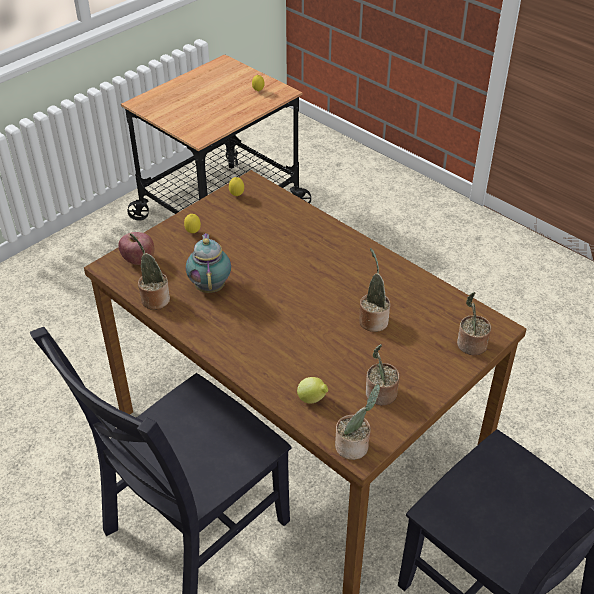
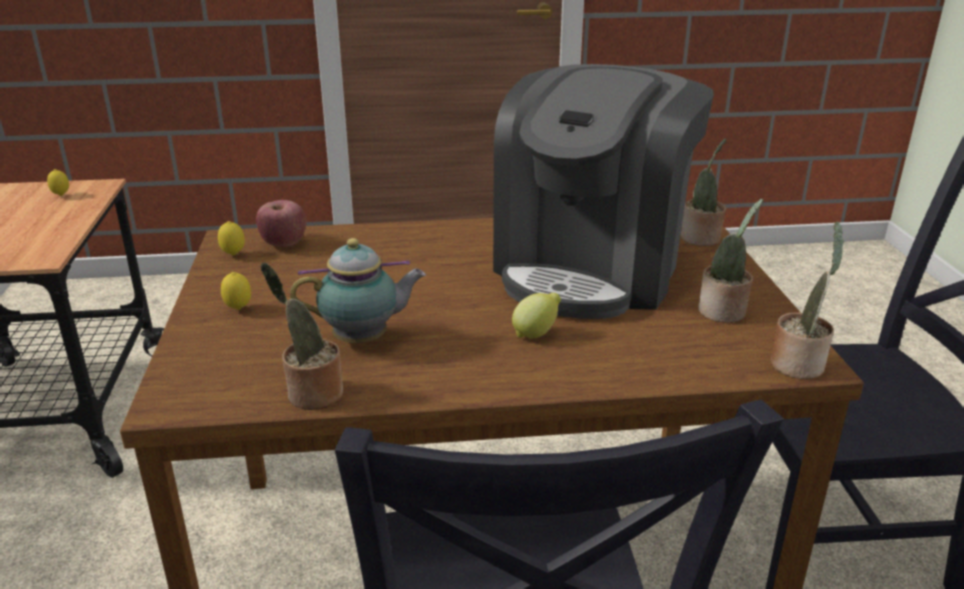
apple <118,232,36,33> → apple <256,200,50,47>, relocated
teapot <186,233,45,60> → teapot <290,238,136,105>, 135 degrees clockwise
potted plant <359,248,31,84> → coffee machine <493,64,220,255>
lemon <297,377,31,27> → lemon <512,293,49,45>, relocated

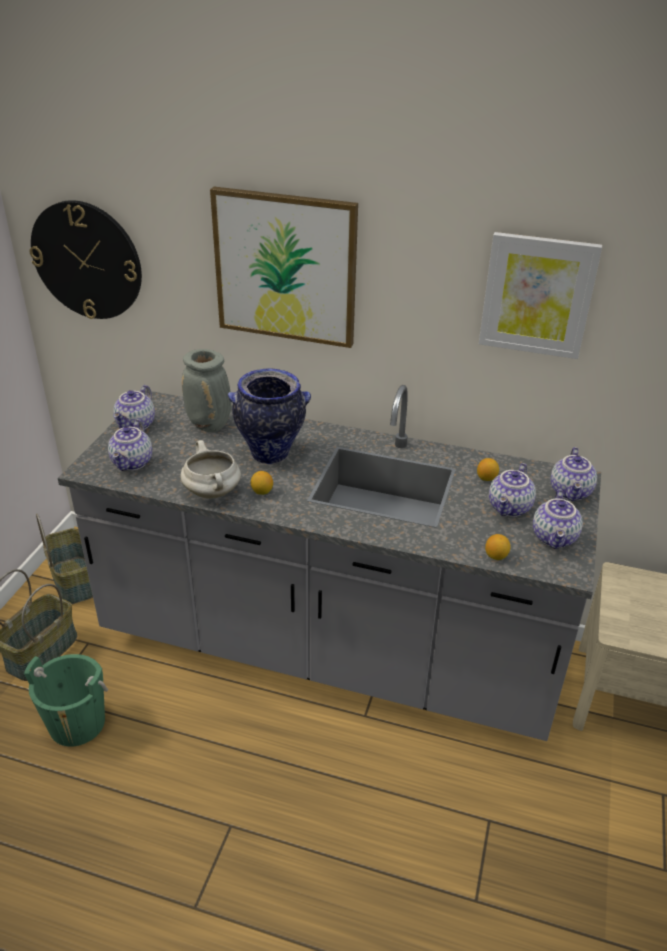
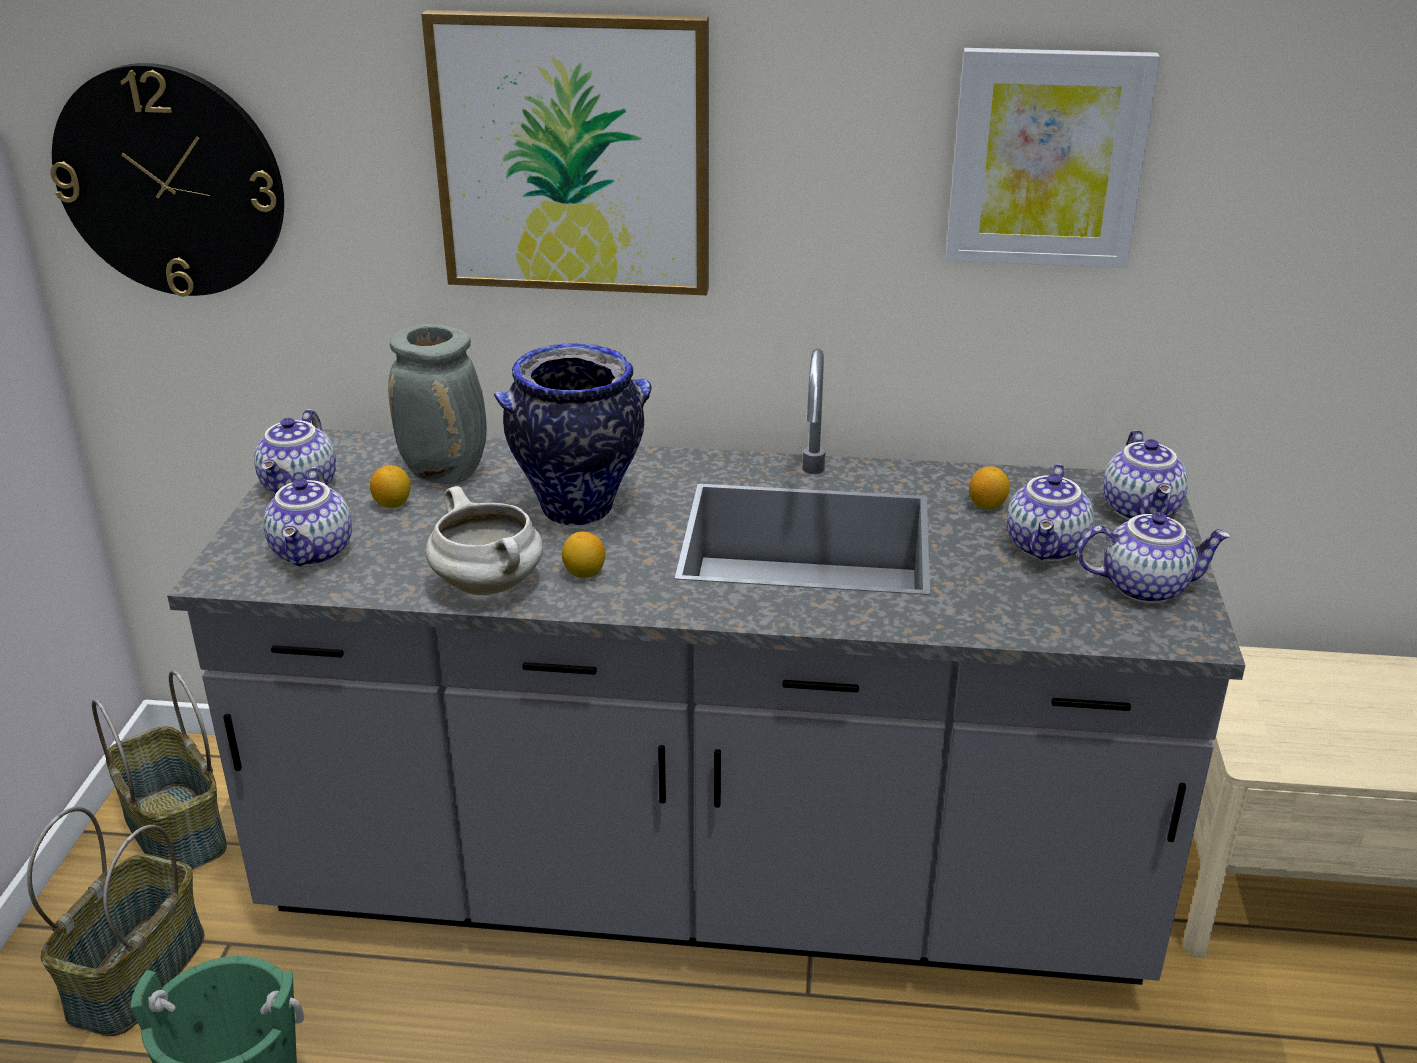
teapot <533,489,50,60> → teapot <1077,512,154,92>, 90 degrees counterclockwise
lemon <485,534,25,26> → lemon <370,465,41,43>, relocated

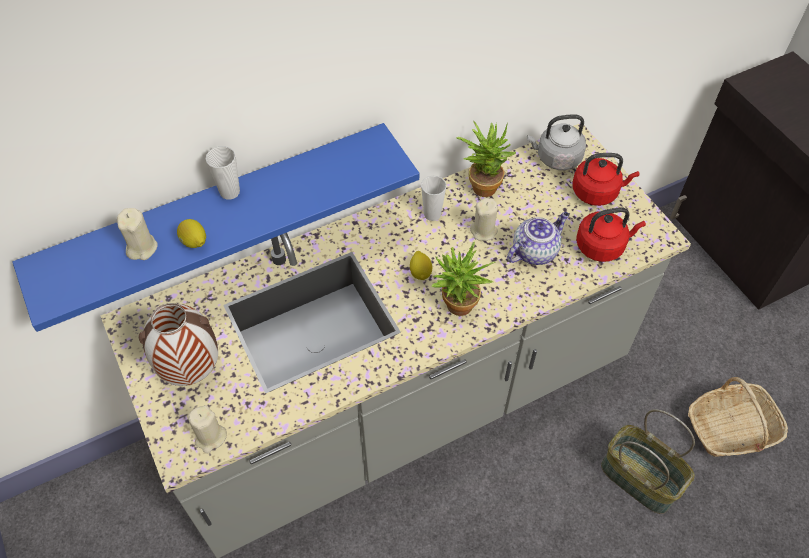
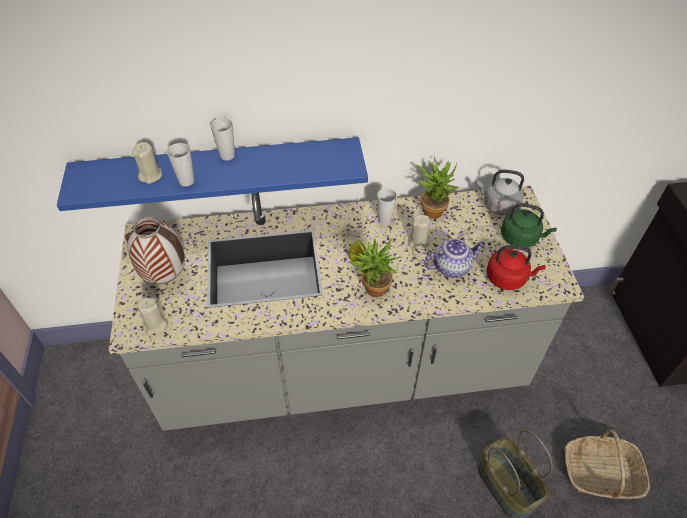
red kettle <573,153,66,53> → green kettle <501,203,56,45>
lemon <177,219,29,29> → cup <167,143,28,43>

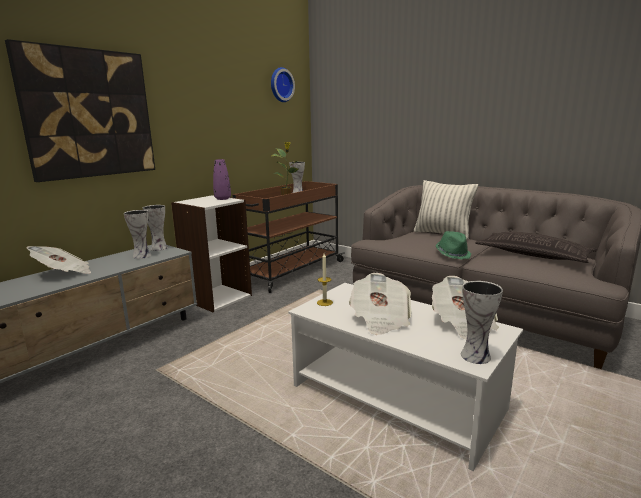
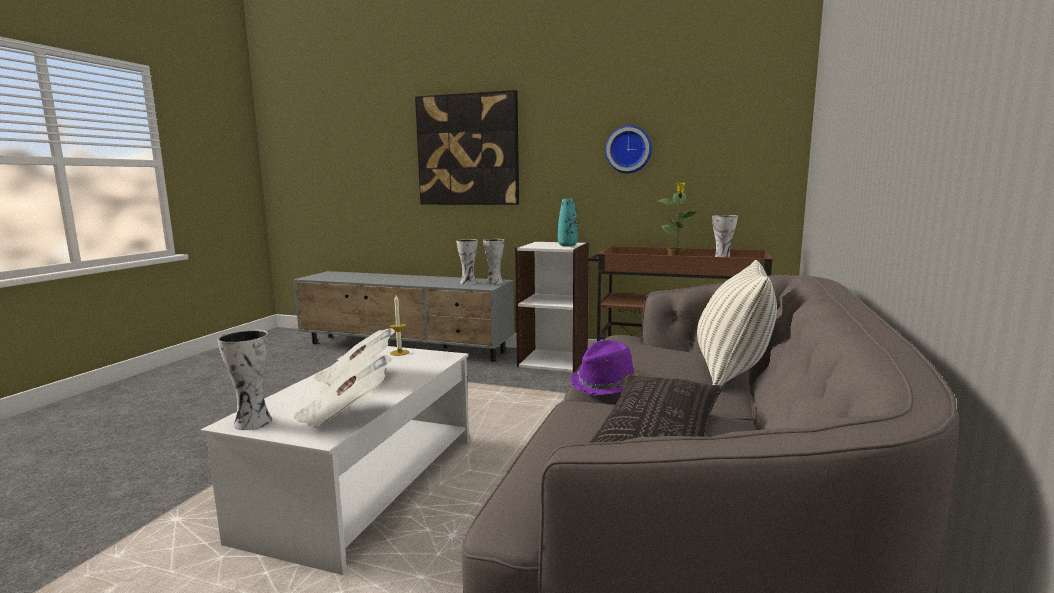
wall clock <271,67,24,35> → wall clock <605,125,47,48>, relocated
purple vase <213,159,18,41> → turquoise vase <558,199,20,48>
green hat <436,231,36,28> → purple hat <570,340,69,55>
newspaper <26,246,65,28> → -

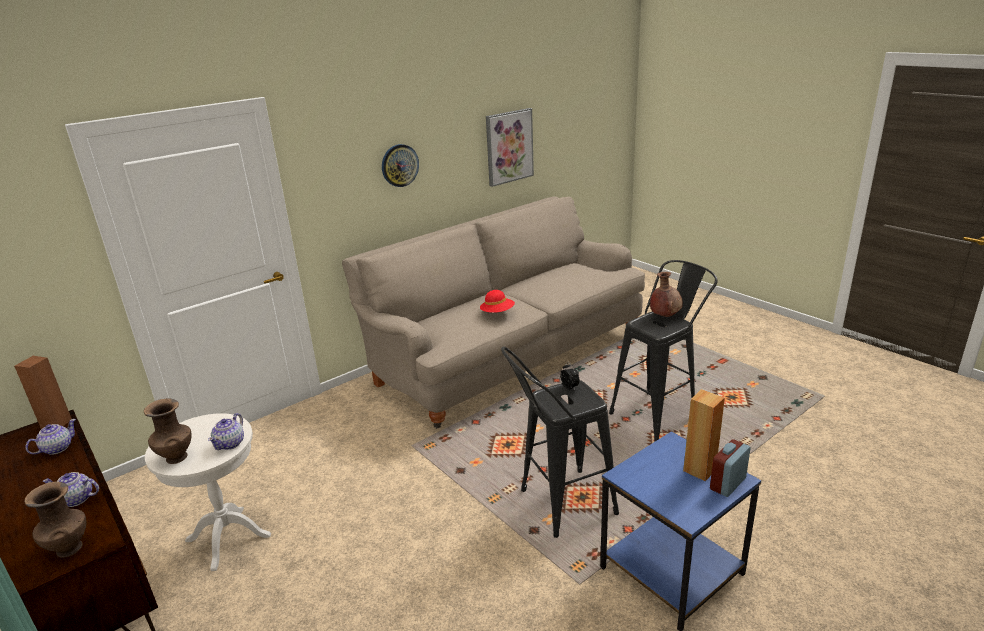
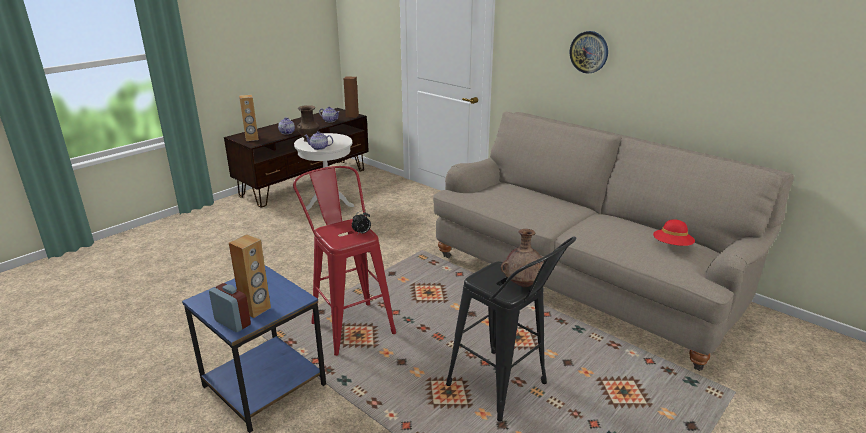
picture <486,108,48,79> → -
red hat <480,290,35,23> → red hat <653,219,42,27>, relocated
black stool <501,347,118,191> → red stool <293,166,103,190>
brown vase <24,481,63,77> → brown speaker <239,95,20,46>

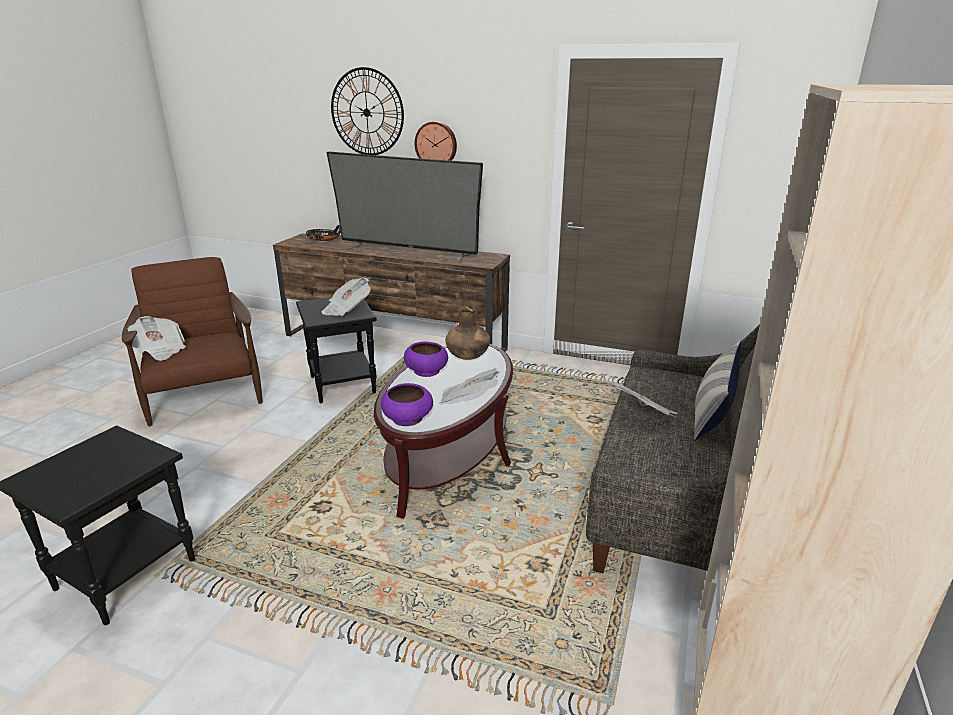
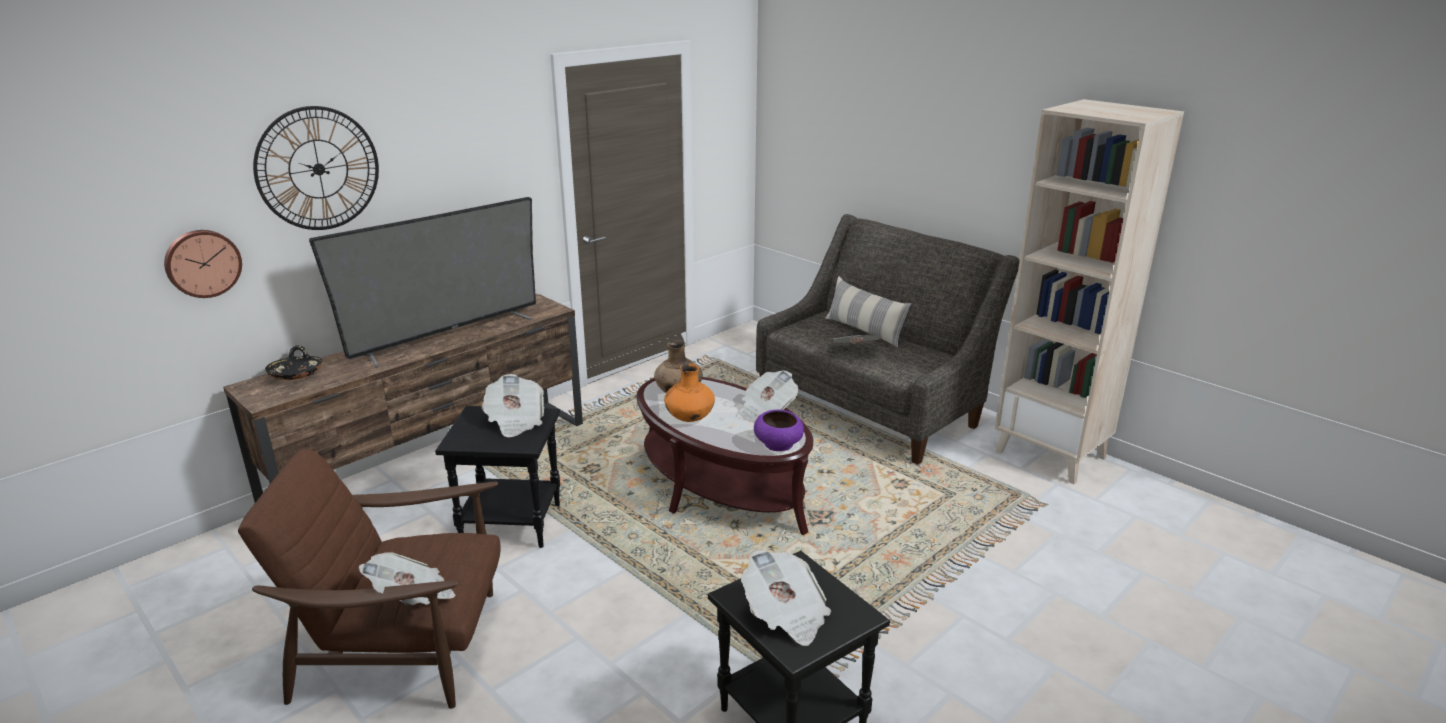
wall clock <415,121,42,40> → wall clock <164,230,78,68>, relocated
purple bowl <404,341,44,36> → orange vase <664,364,51,58>
- → newspaper <741,550,90,96>

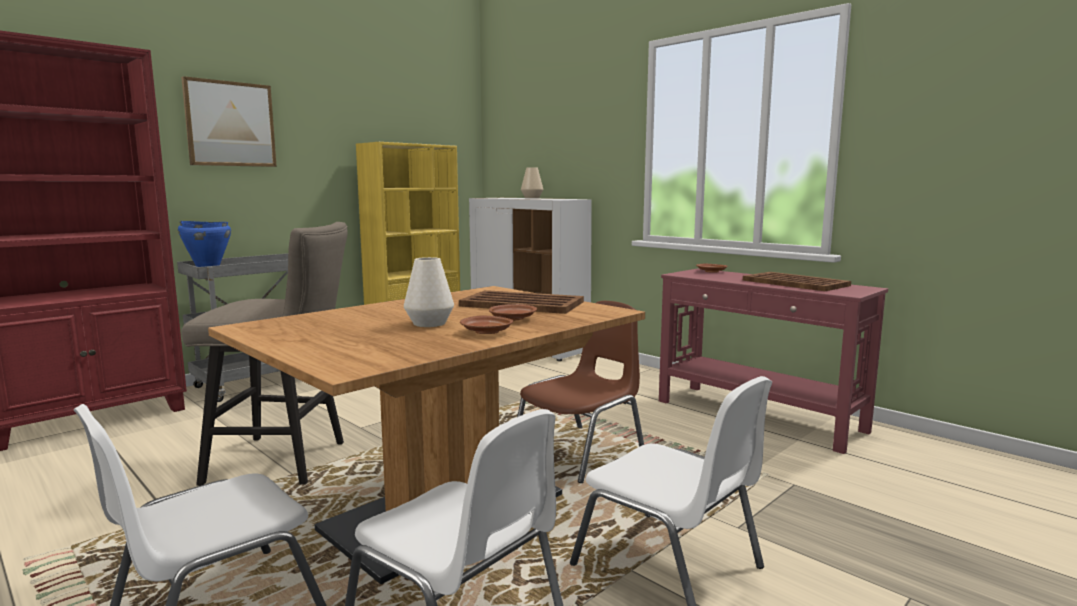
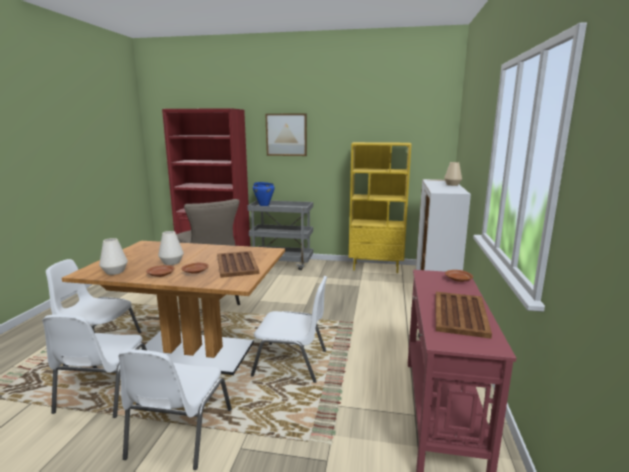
brown chair <517,301,127,182> → white chair <251,276,77,107>
- → white vase <99,238,29,37>

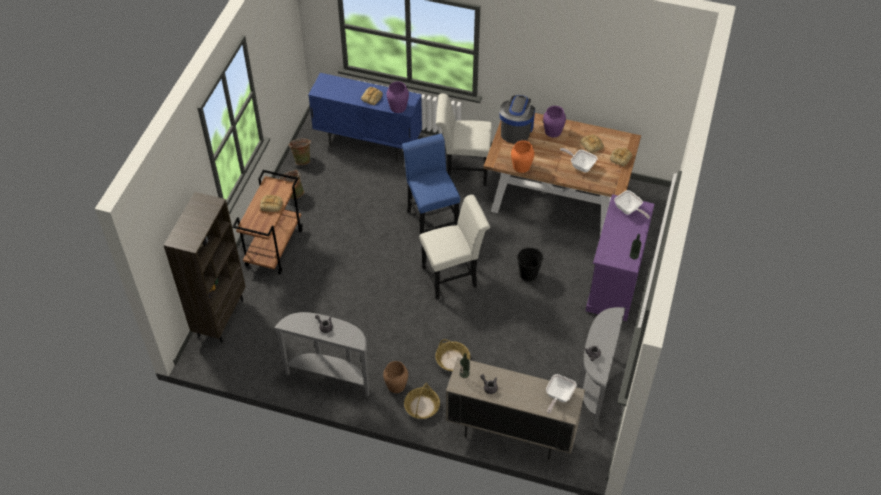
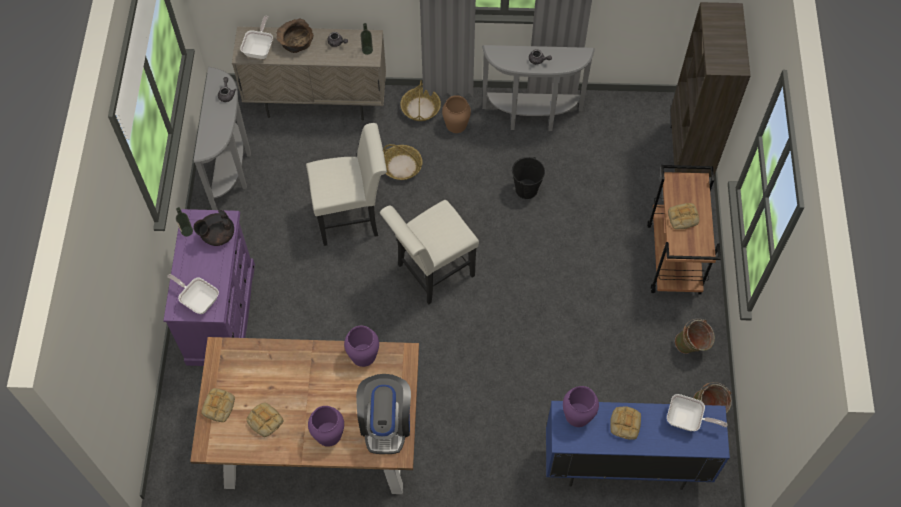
white chair <436,94,56,92> → white chair <306,123,81,123>, relocated
blue chair <402,134,58,100> → -
orange vase <511,140,23,33> → purple vase <344,326,35,41>
frying pan <560,148,38,25> → frying pan <667,394,60,37>, relocated
black bucket <517,248,26,33> → black bucket <512,157,33,42>, relocated
- → brown bowl <276,18,38,35>
- → black teapot <194,210,40,36>

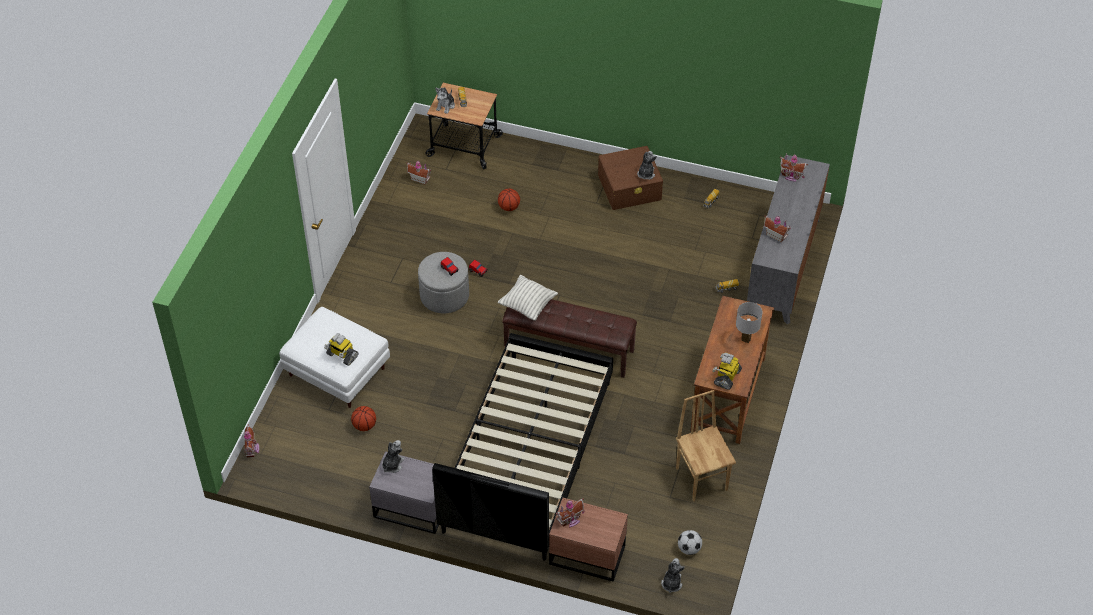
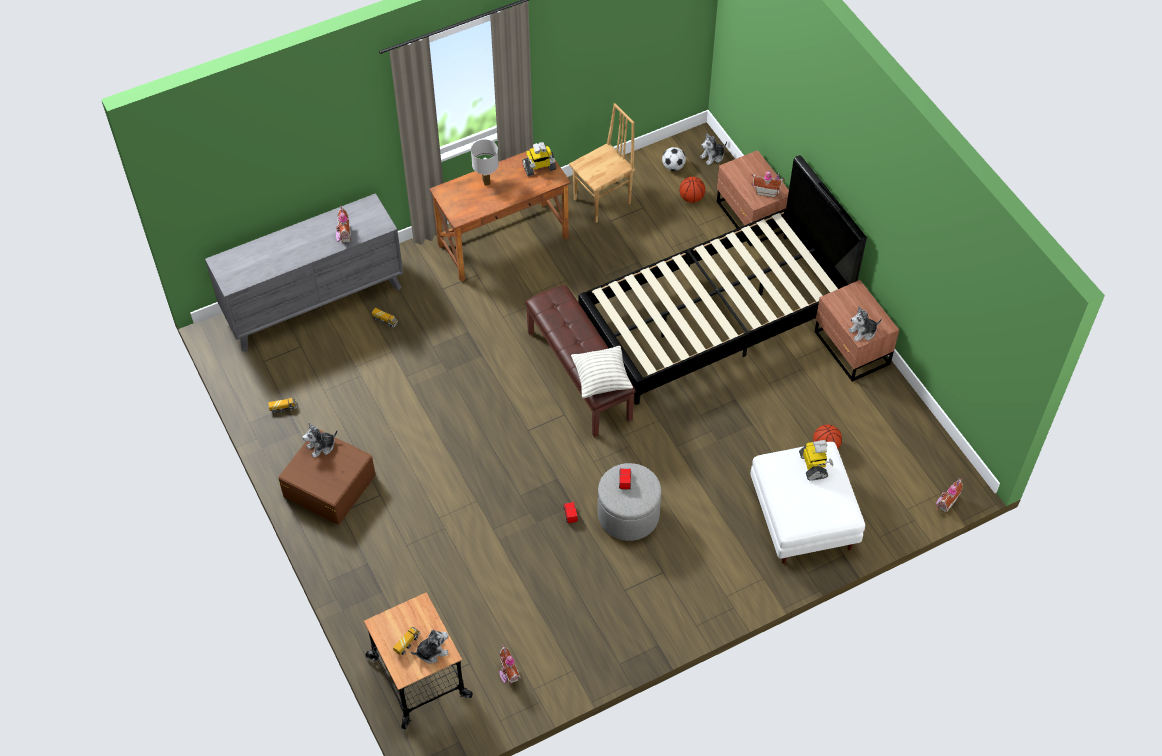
toy house <780,153,28,28> → -
basketball <498,188,22,23> → basketball <679,177,26,26>, relocated
brown chair <676,390,60,111> → brown chair <569,103,66,120>, 150 degrees counterclockwise
grey nightstand <369,451,70,83> → brown nightstand <815,280,84,102>

